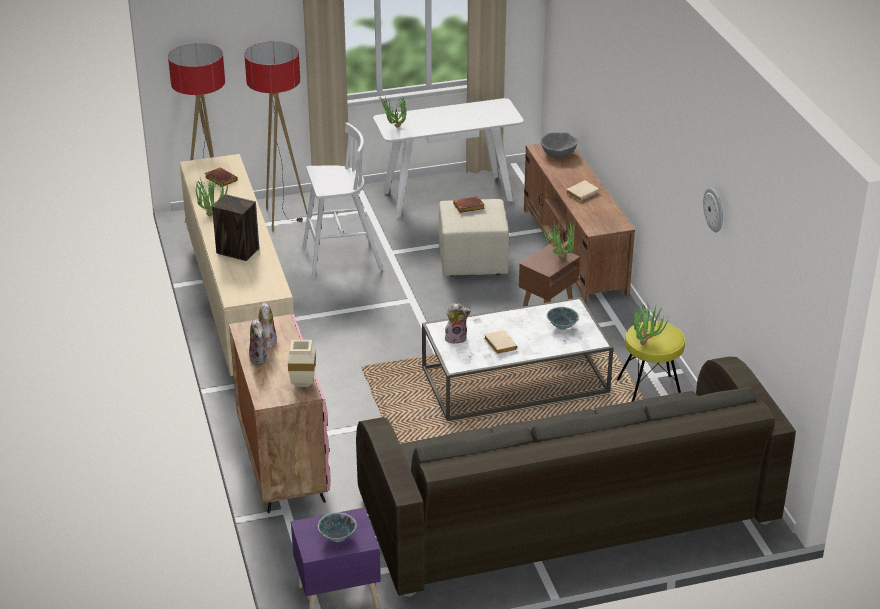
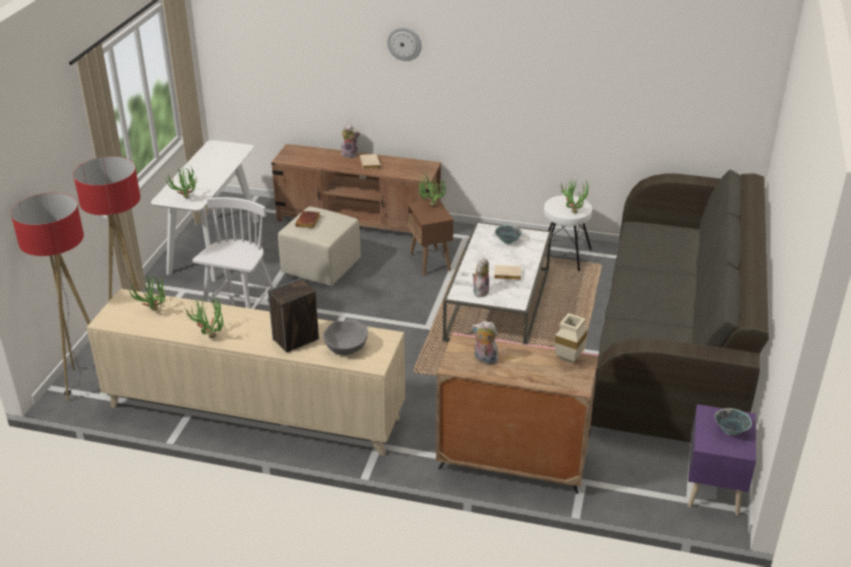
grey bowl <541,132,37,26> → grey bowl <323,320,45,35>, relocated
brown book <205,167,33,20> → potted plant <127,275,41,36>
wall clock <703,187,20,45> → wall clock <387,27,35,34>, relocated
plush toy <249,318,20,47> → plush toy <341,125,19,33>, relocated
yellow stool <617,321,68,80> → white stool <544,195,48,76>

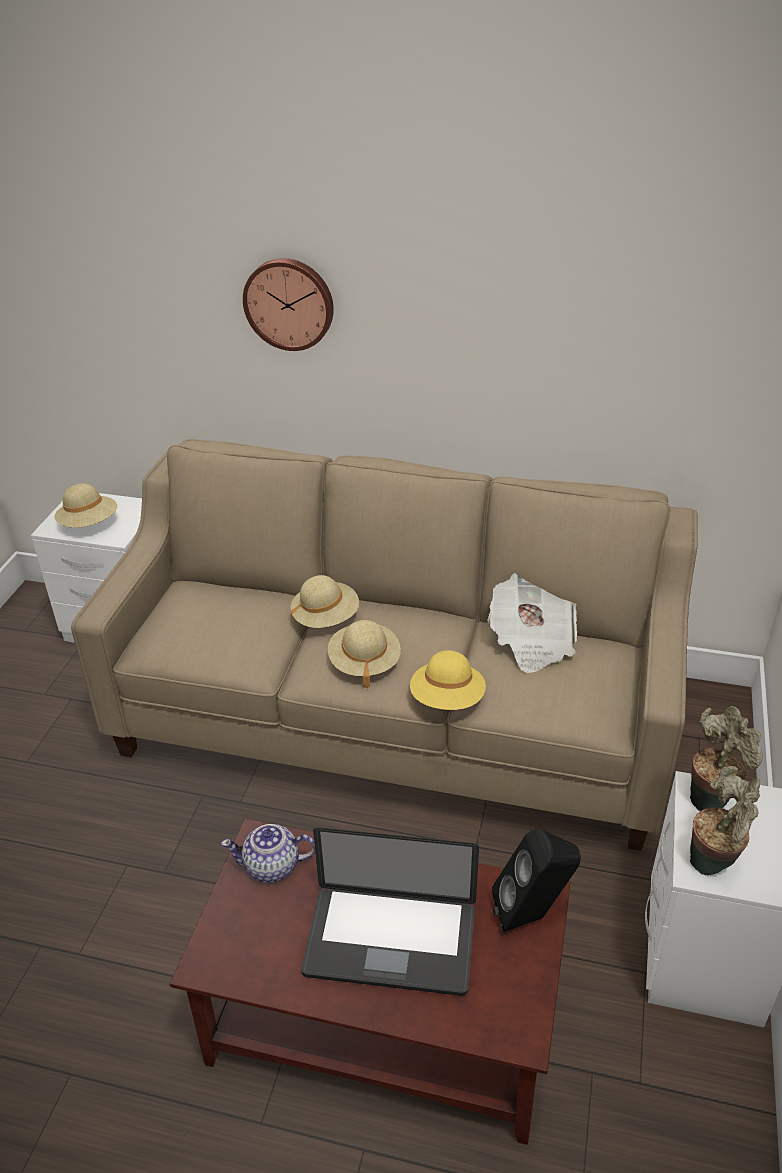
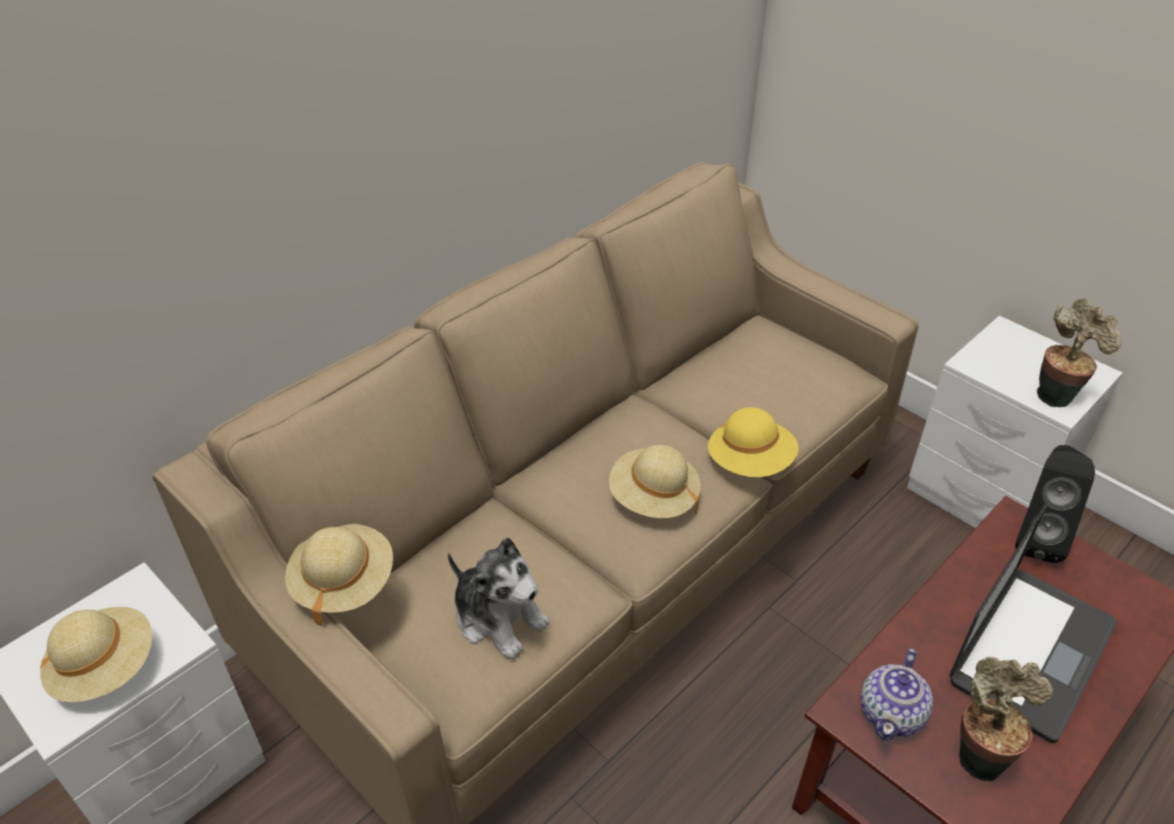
wall clock <243,258,91,93> → -
newspaper <488,573,89,100> → -
beige hat <291,575,68,53> → beige hat <285,524,108,102>, relocated
potted plant <690,706,73,105> → potted plant <959,657,94,124>, relocated
- → plush toy <448,537,102,122>

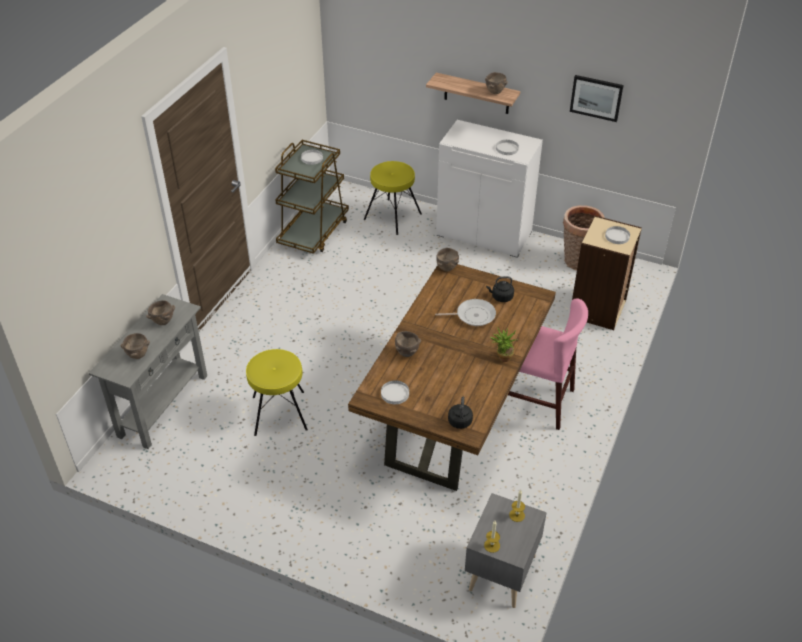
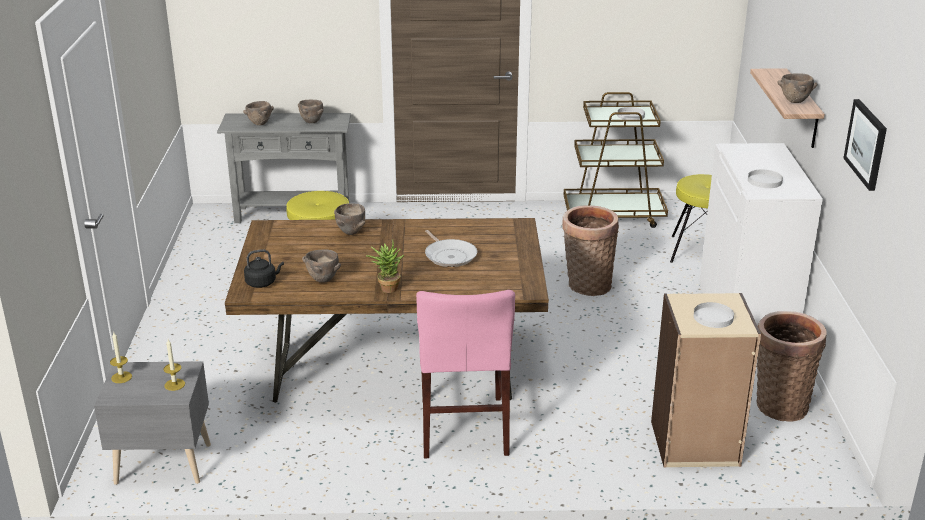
brown bowl <436,248,23,24> → brown bowl <302,250,39,33>, relocated
black kettle <486,276,28,26> → -
white plate <381,380,28,24> → -
- → basket <562,206,57,90>

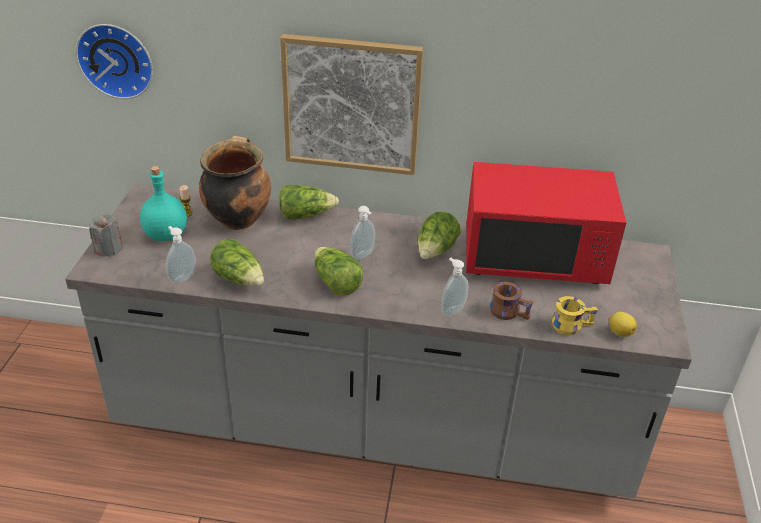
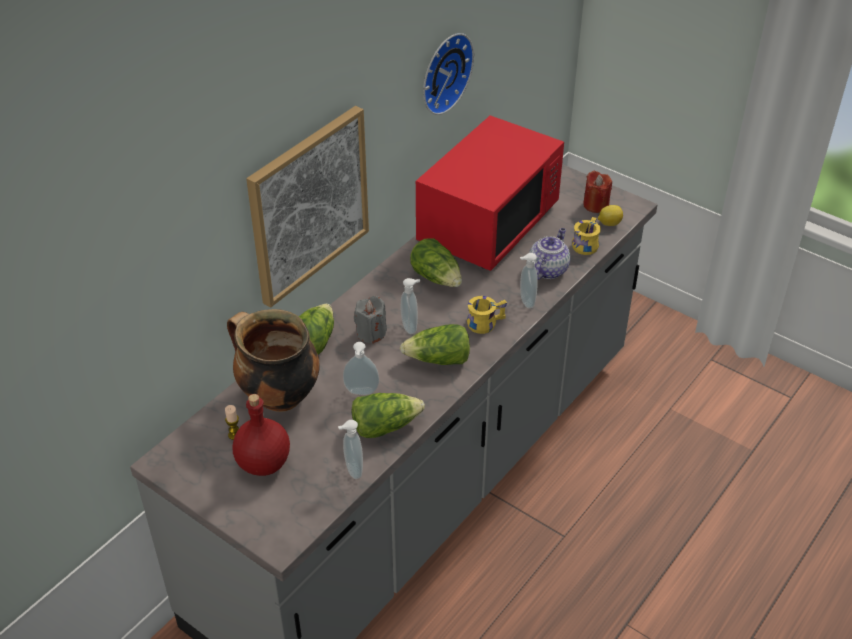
wall clock <76,24,77,75> → wall clock <423,33,51,82>, relocated
turquoise bottle <140,166,47,75> → red bottle <233,394,57,82>
grey candle <89,214,34,43> → grey candle <354,296,33,48>, relocated
brown mug <490,282,44,38> → teapot <529,228,41,52>
- → red candle <583,171,29,42>
- → yellow mug <467,296,40,38>
- → soap dispenser <343,342,36,53>

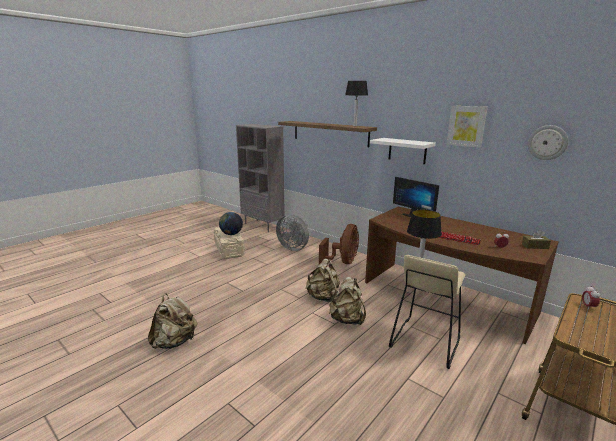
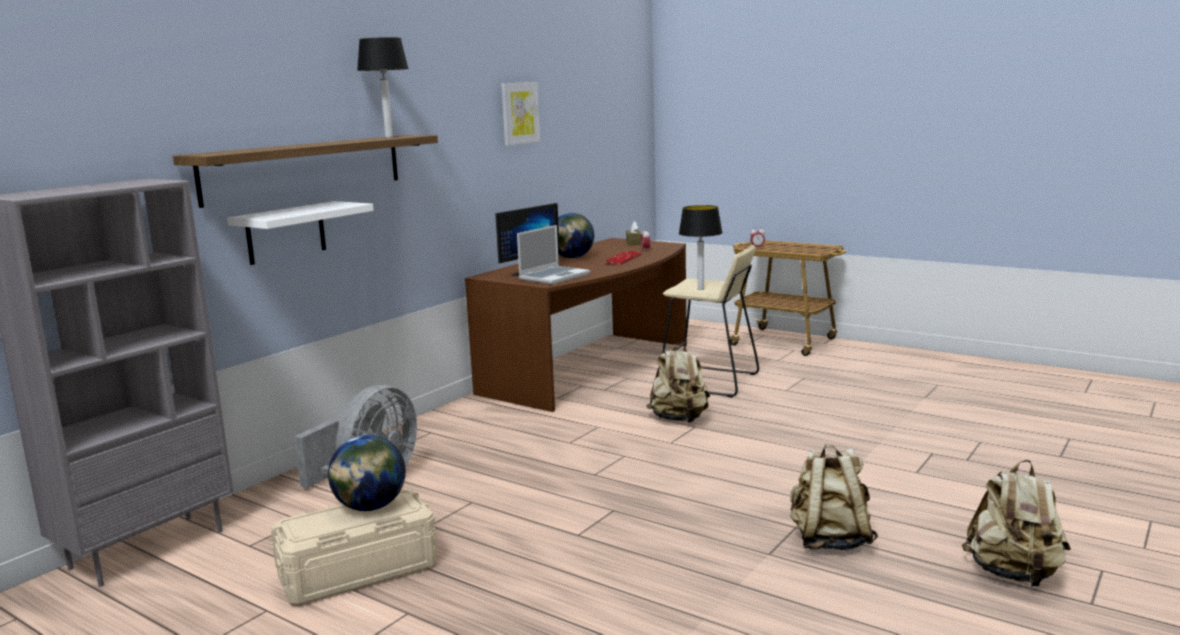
wall clock <528,125,40,35> → -
white shelf <370,138,66,26> → white shelf <227,201,147,64>, relocated
brown fan <319,224,40,40> → -
beige backpack <306,259,34,43> → beige backpack <962,460,109,127>, relocated
- → globe <558,213,36,45>
- → laptop <517,225,73,59>

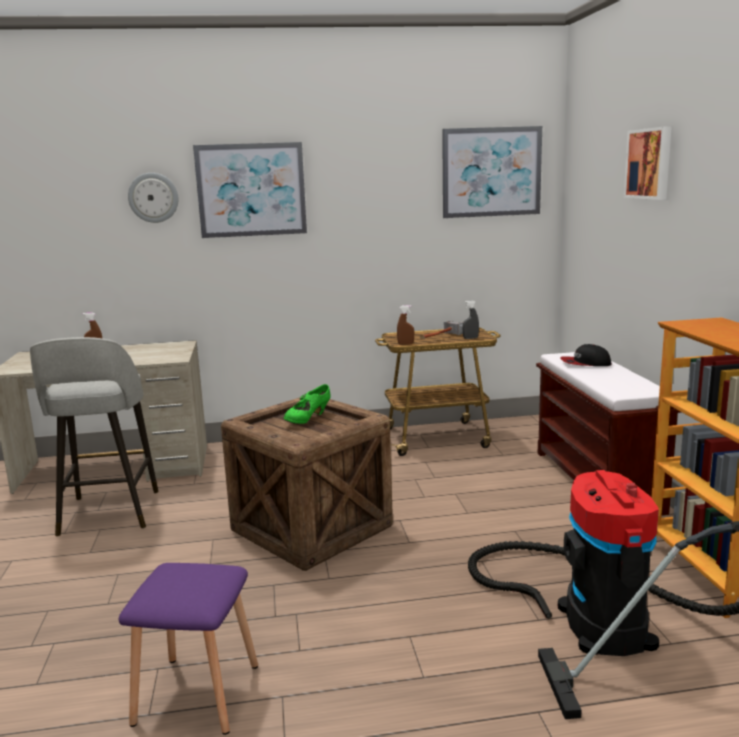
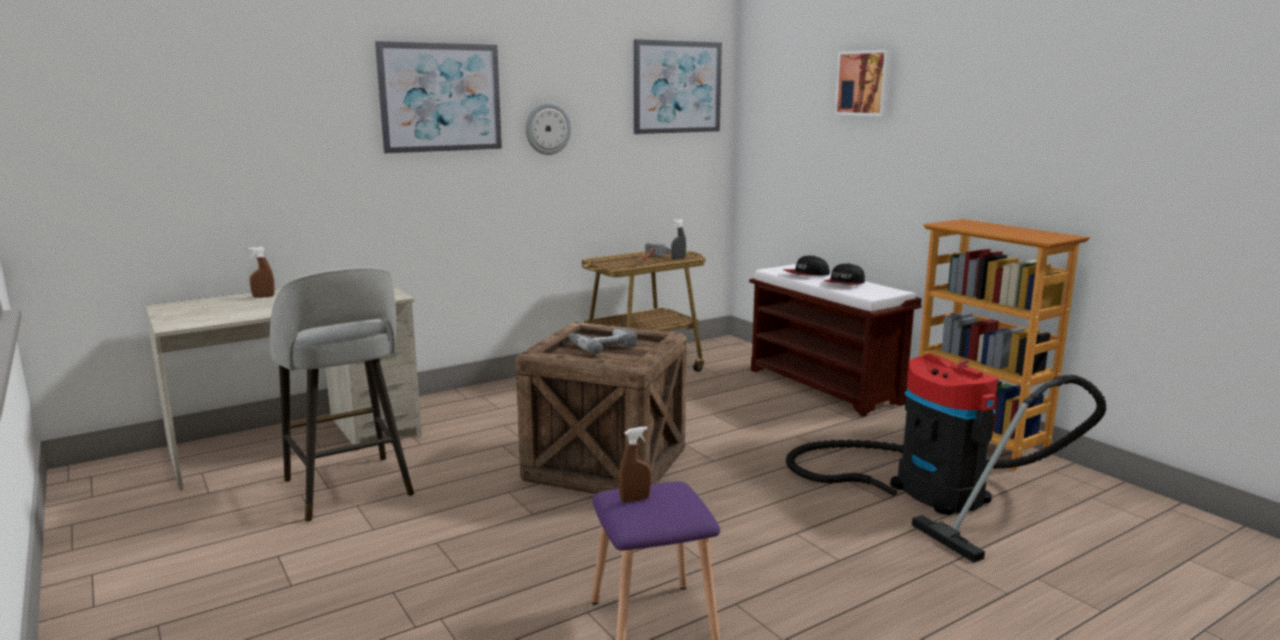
wall clock <128,173,50,50> → wall clock <525,102,47,53>, relocated
brown spray bottle <397,305,17,40> → brown spray bottle <619,426,32,77>, relocated
green shoe <284,384,47,40> → power drill <569,327,68,27>
- → cap <824,263,41,22>

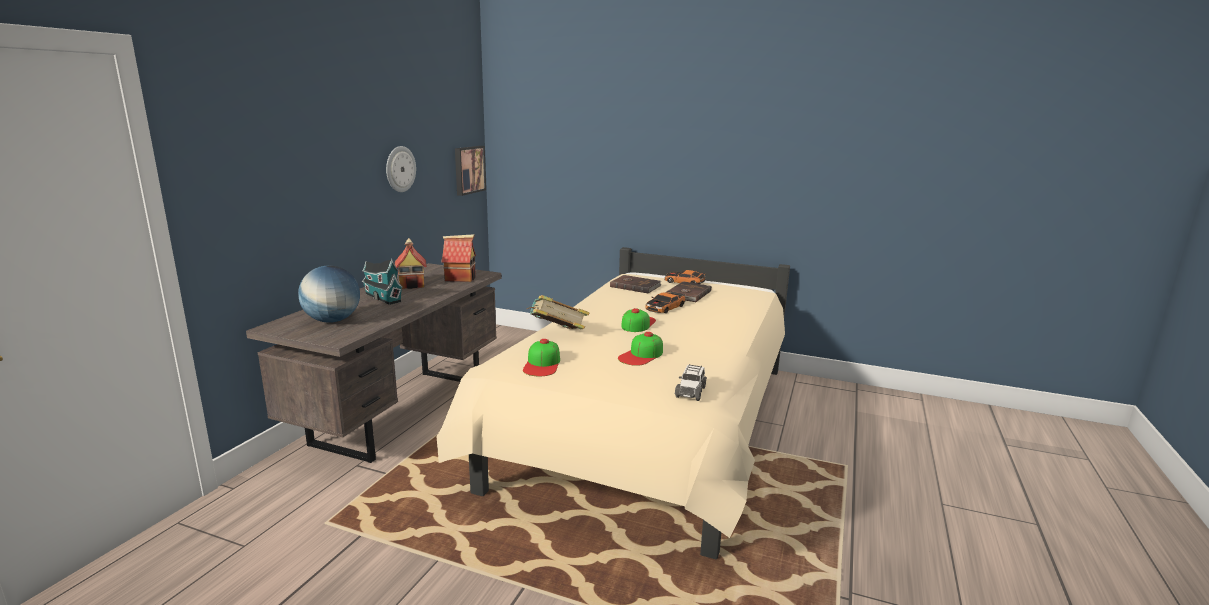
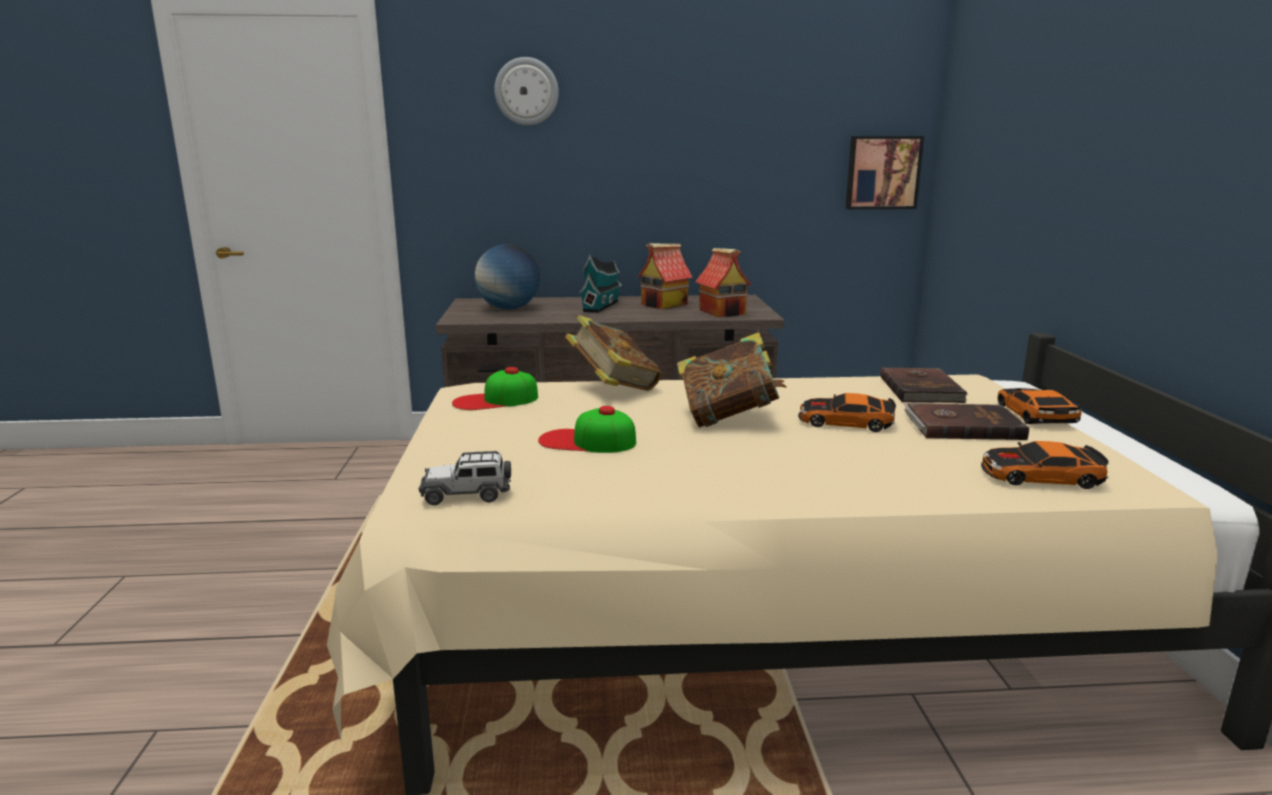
wall clock <386,146,30,46> → wall clock <494,57,65,68>, relocated
cap <621,308,35,24> → book <677,332,110,96>
- → toy car <981,441,128,48>

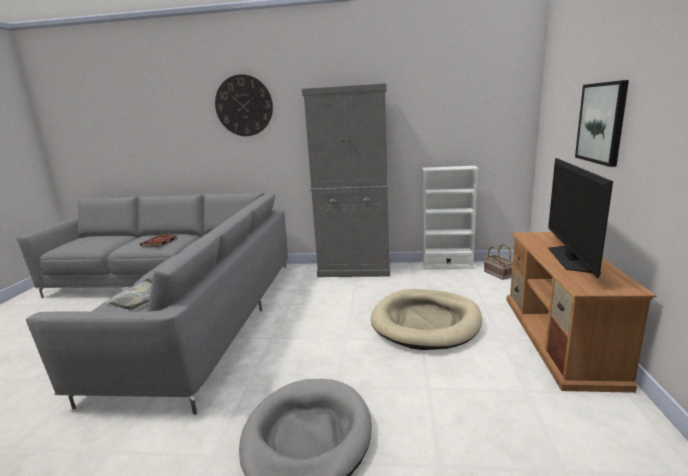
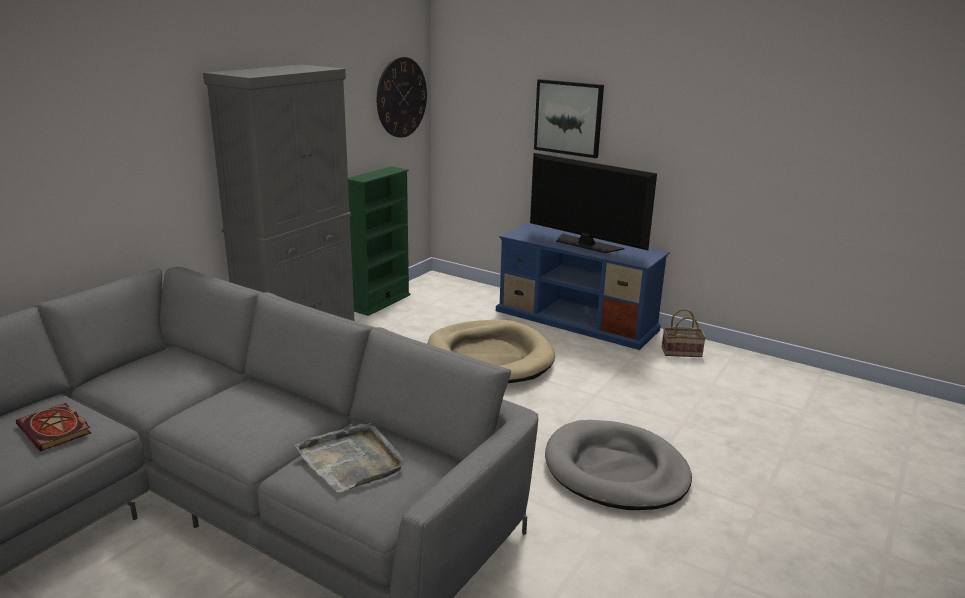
wall clock <215,74,58,62> → wall clock <377,57,50,81>, relocated
white bookcase <422,166,57,103> → green bookcase <348,166,63,150>
brown tv stand <507,232,150,161> → blue tv stand <496,224,174,126>
basket <484,244,29,36> → basket <662,309,44,48>, relocated

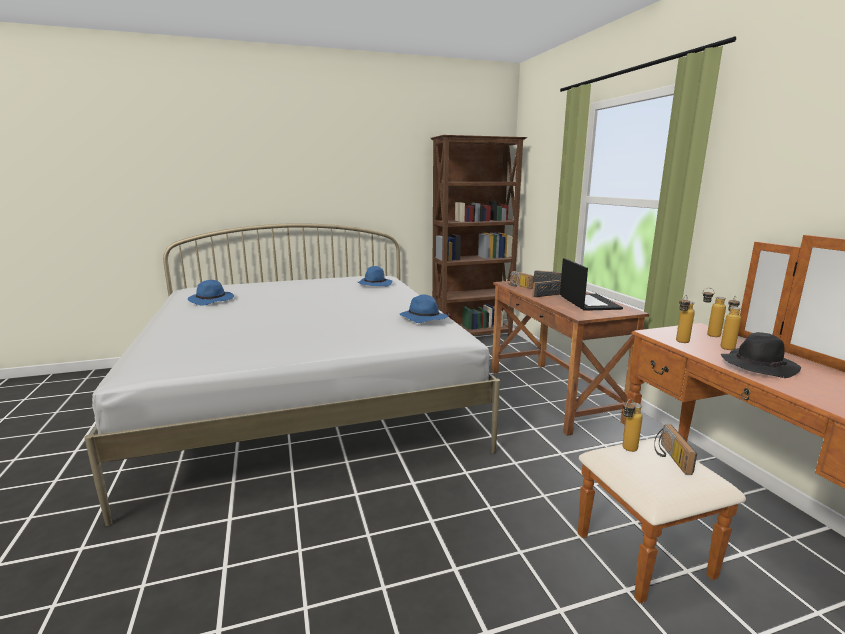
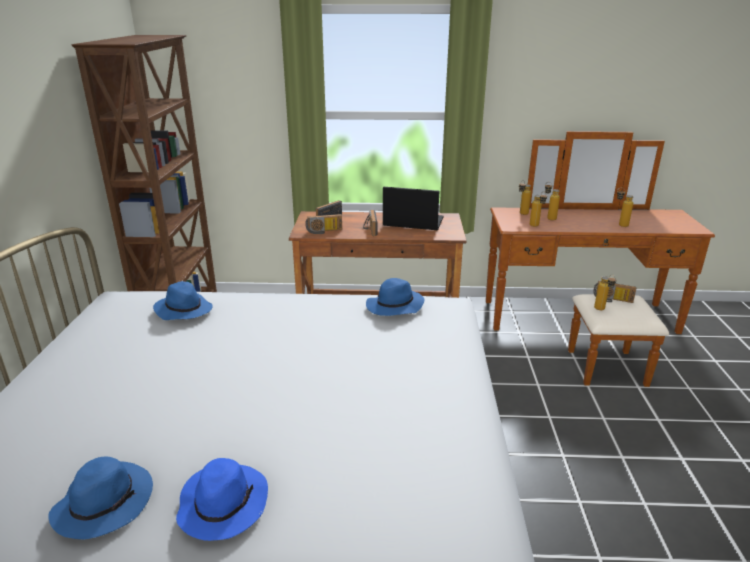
black hat <721,332,80,46> → -
- → bottle <617,188,16,39>
- → blue hat <176,458,92,83>

